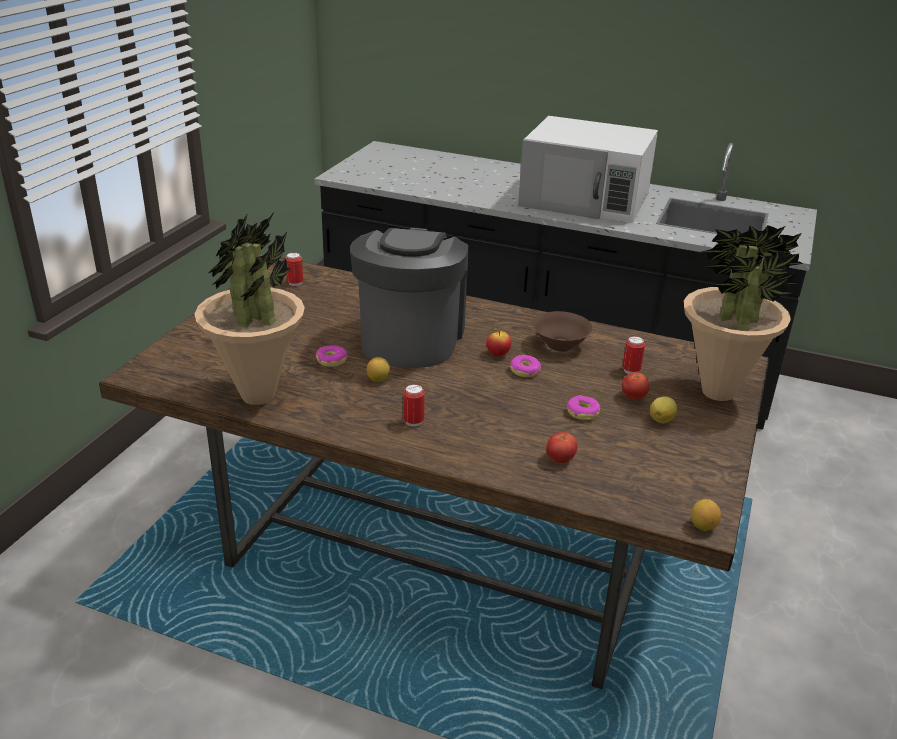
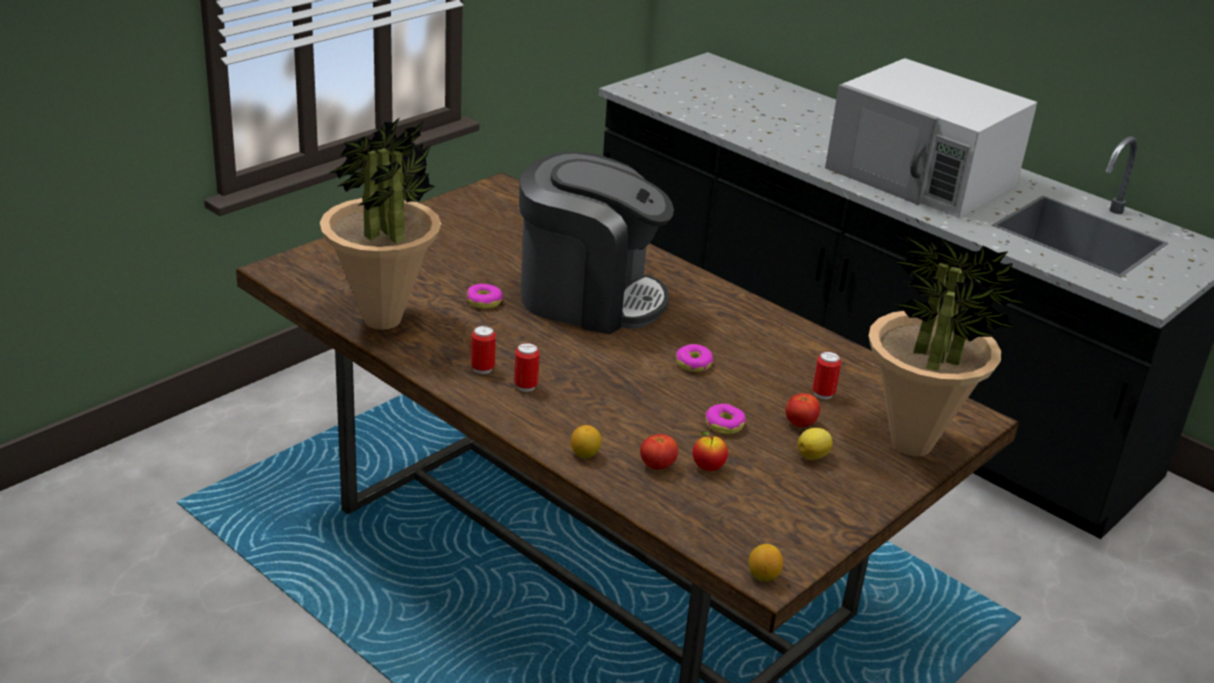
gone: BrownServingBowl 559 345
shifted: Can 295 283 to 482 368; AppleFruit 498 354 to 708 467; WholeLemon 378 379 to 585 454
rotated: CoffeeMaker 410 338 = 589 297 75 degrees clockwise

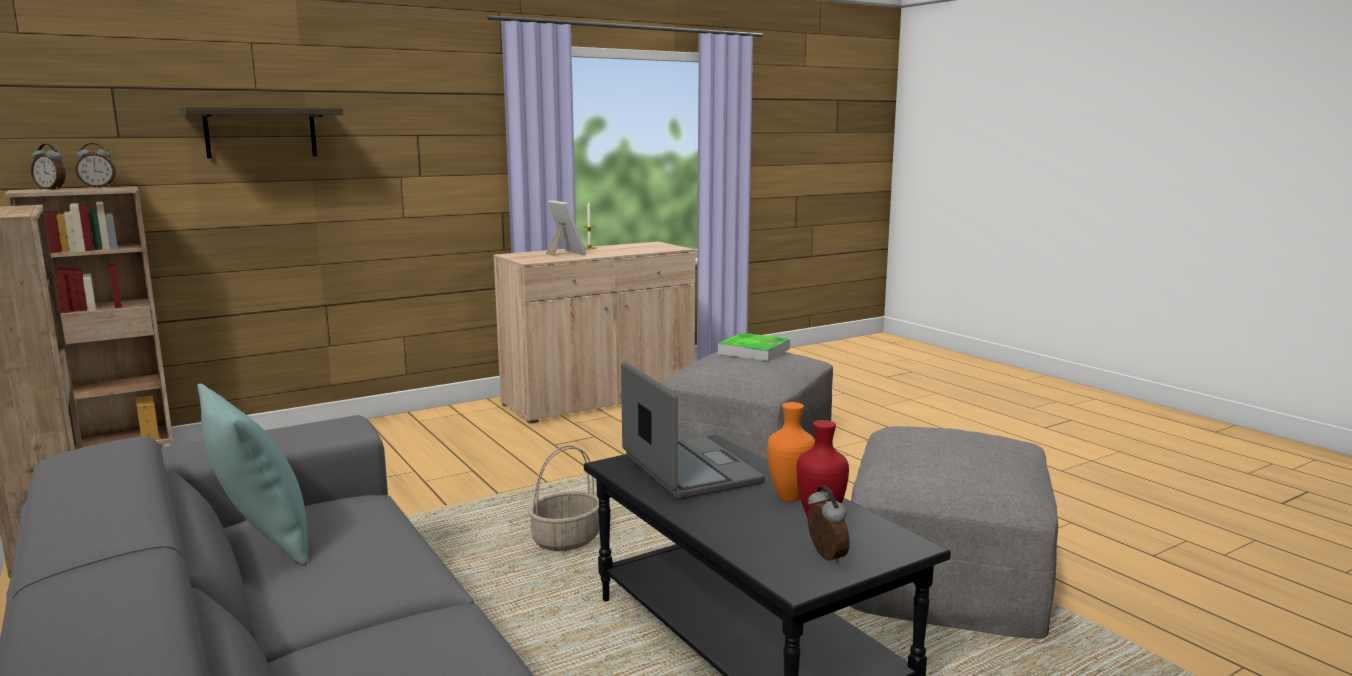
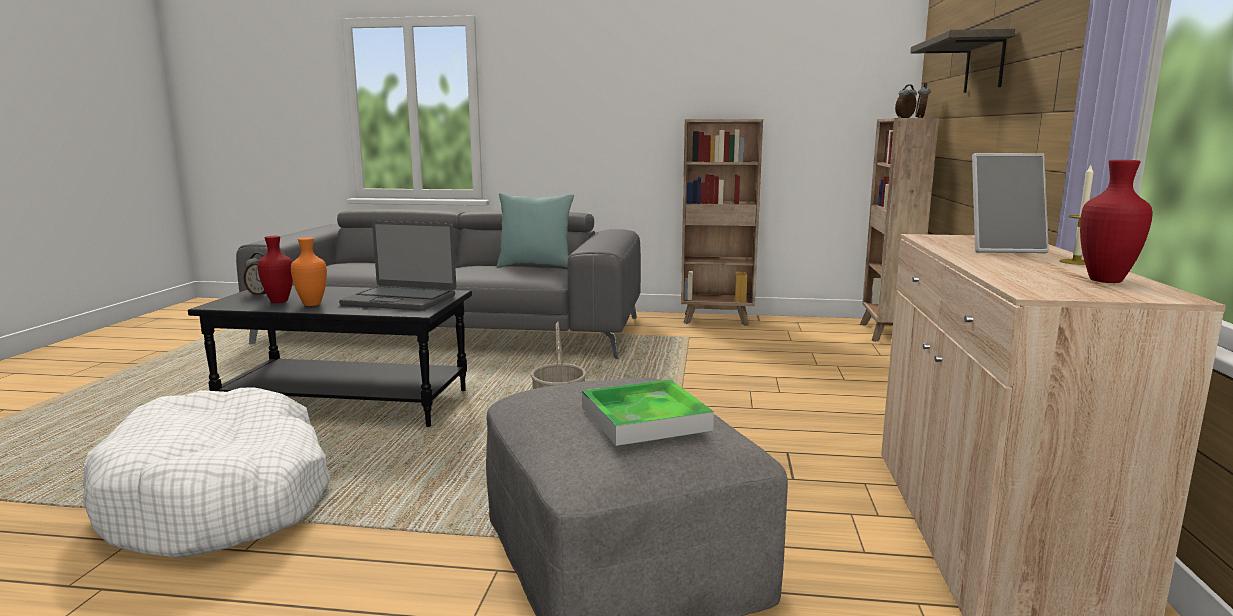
new: RedColouredDecorativeVase 1107 281
swapped: GreyOttoman 946 570 to WhitishDogCushion 220 499

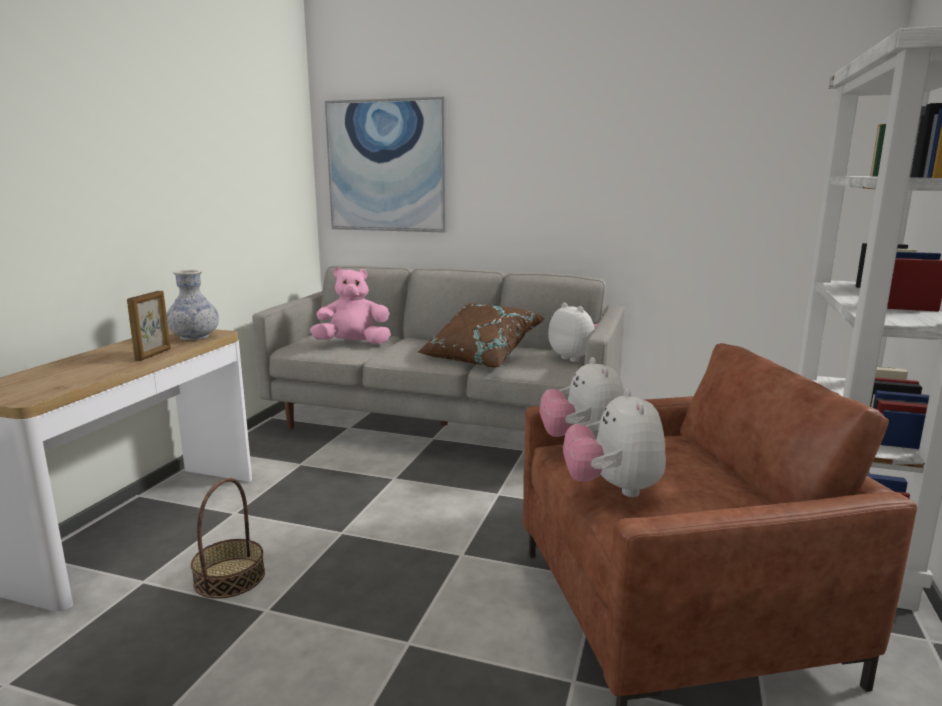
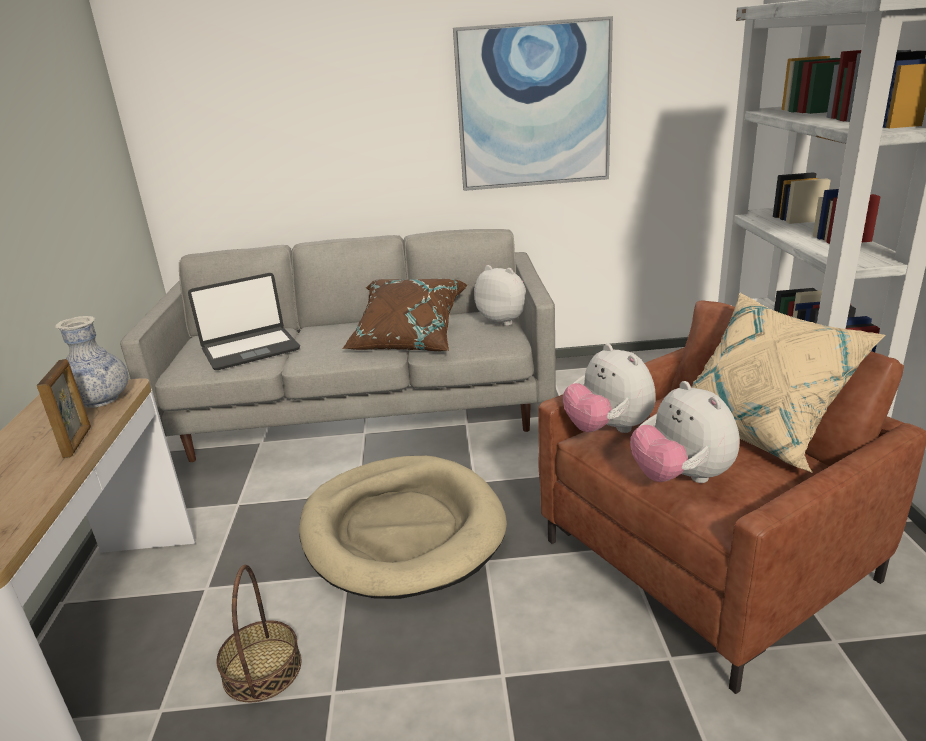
new: BeigeThrowPillow 760 431; BeigeDogCushion 402 530
shifted: WallArt 387 166 to 534 106
swapped: PinkSoftToy 353 344 to Laptop 250 350

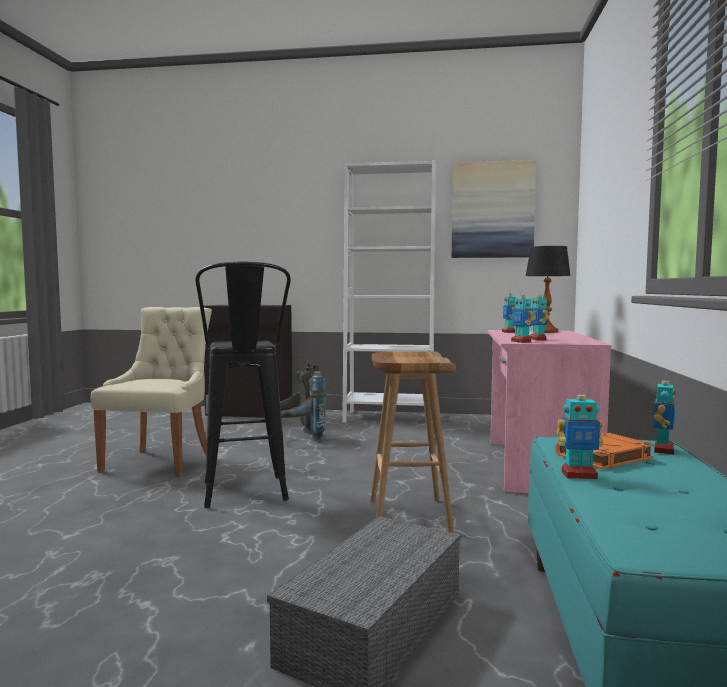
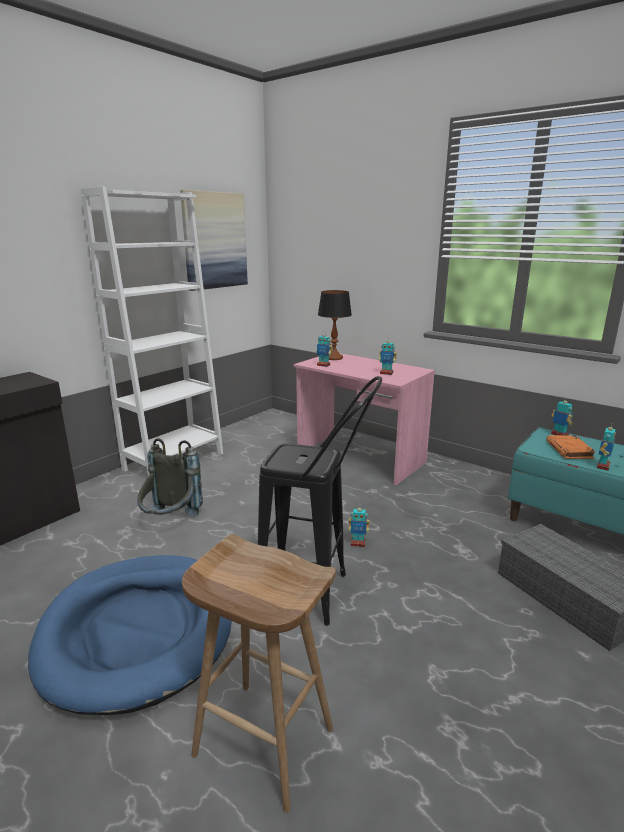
shifted: RobotFigure 521 341 to 358 543; BrownStoolSeat 408 515 to 261 742
swapped: BeigeUprightChair 160 461 to BlueDogCushion 138 631

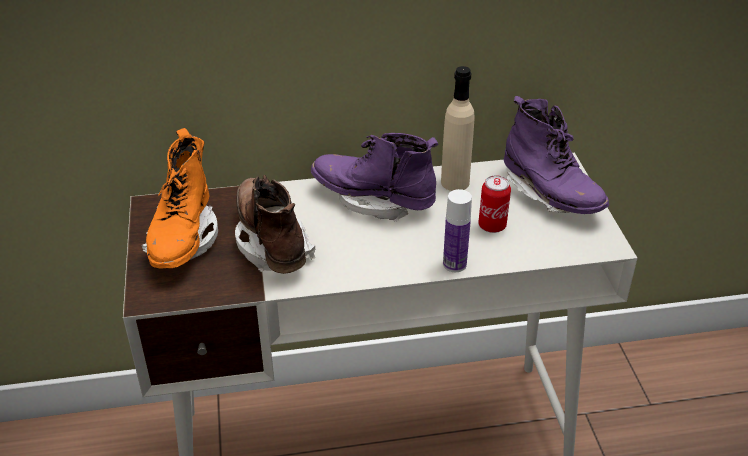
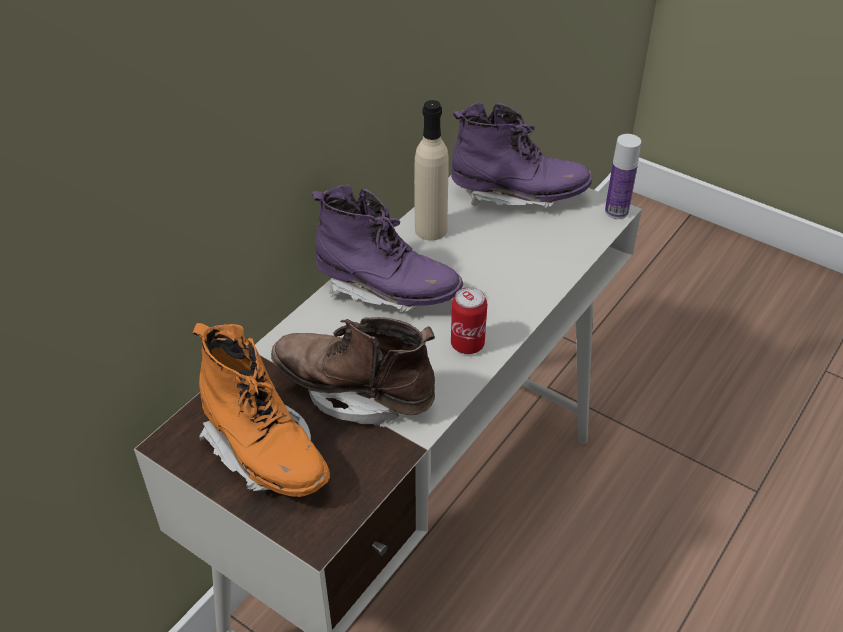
shifted: Can 492 226 to 467 344; Bottle 454 264 to 616 211
rotated: PurplishHighTopBoot 374 200 = 387 290 135 degrees counterclockwise

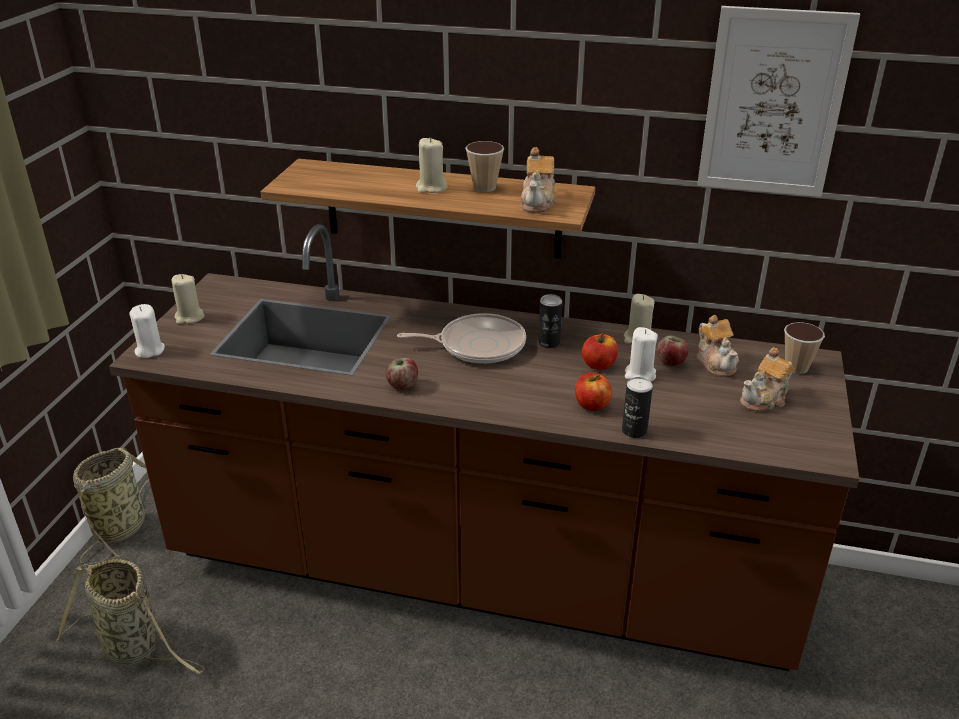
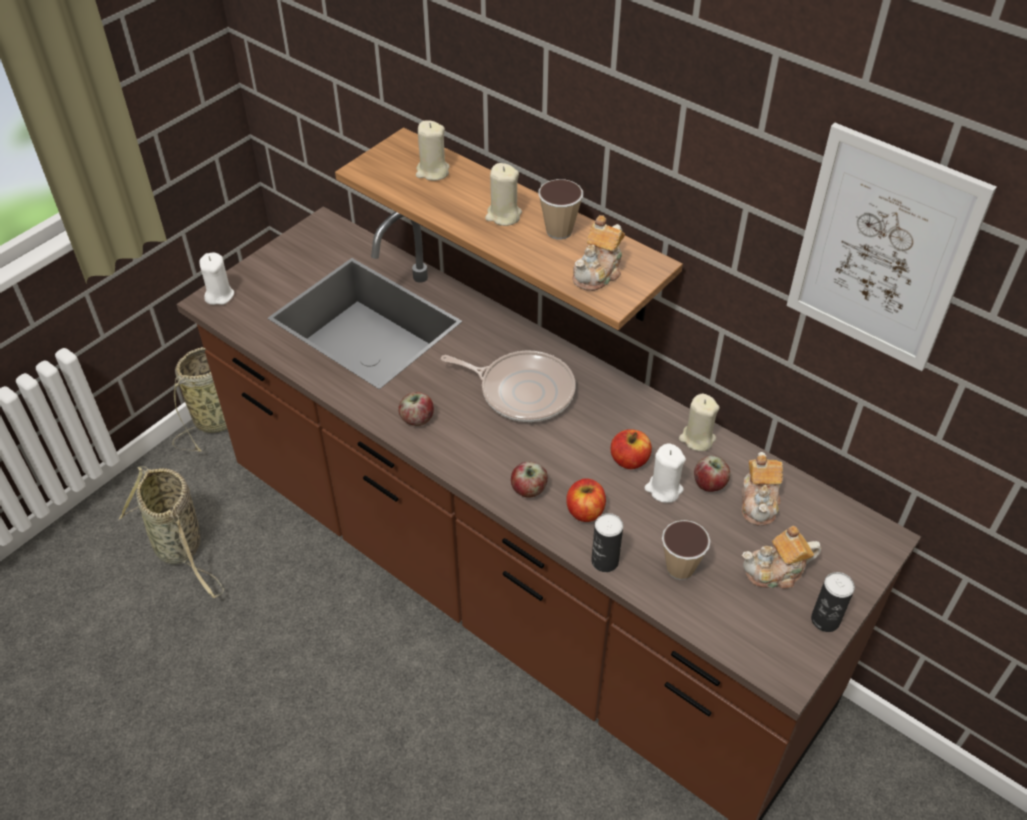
new: AppleFruit 528 490
shifted: BeigeWaxCandle 189 317 to 432 172; Can 549 343 to 825 620; SmallCup 796 367 to 680 568

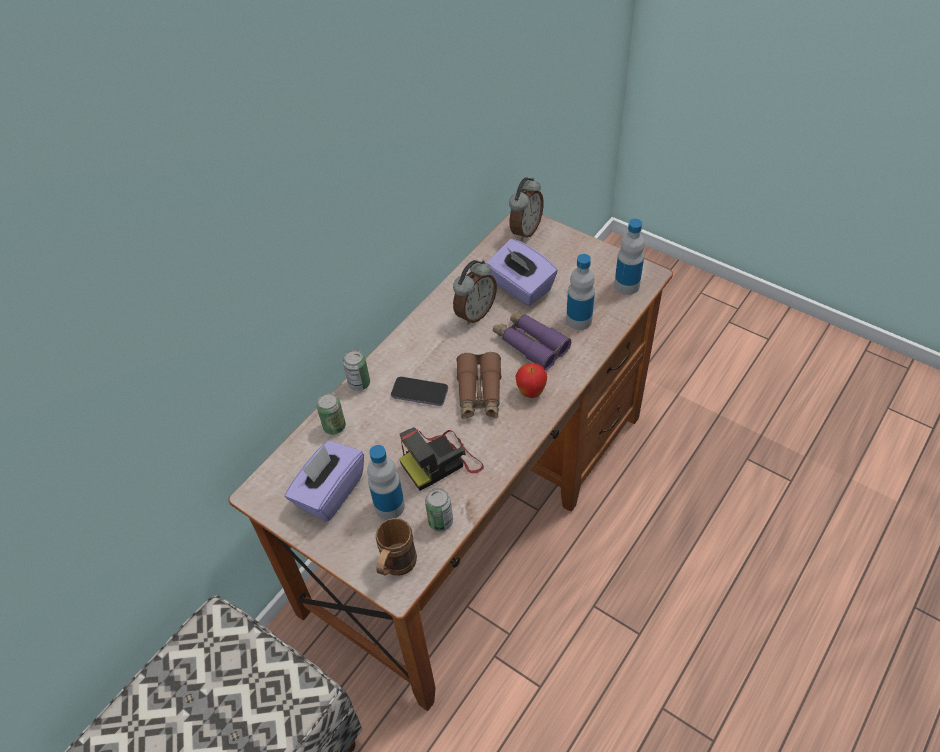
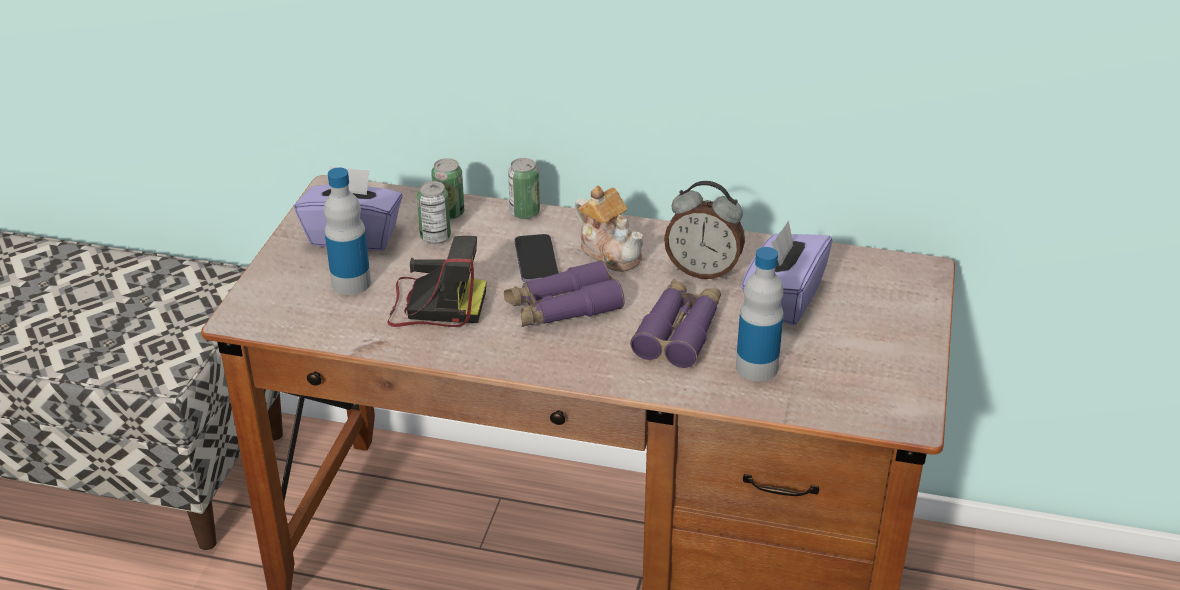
gone: AlarmClock 525 230; Bottle 626 285; AppleFruit 531 392; BrownMug 395 568
new: PotForTea 610 252
shifted: Can 440 521 to 435 237
repainted: BrownBinoculars 479 393 to PurplishBinoculars 563 308
rotated: StillCamera 441 462 = 434 305 150 degrees clockwise

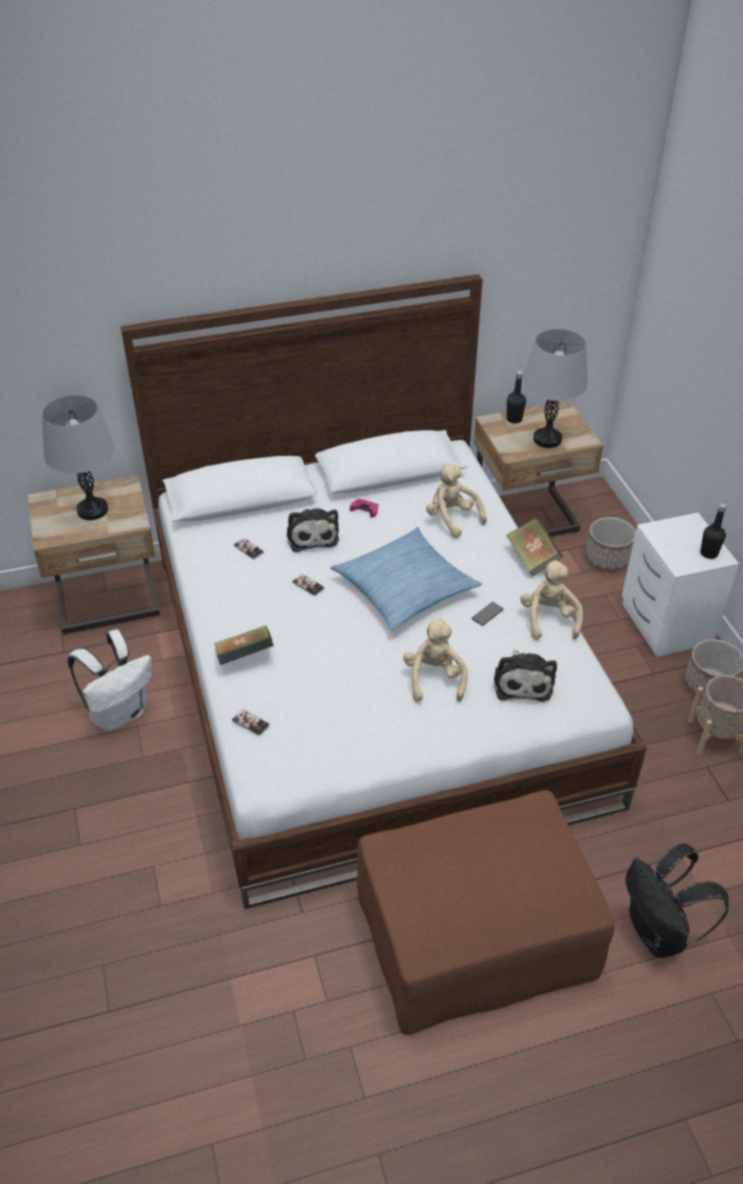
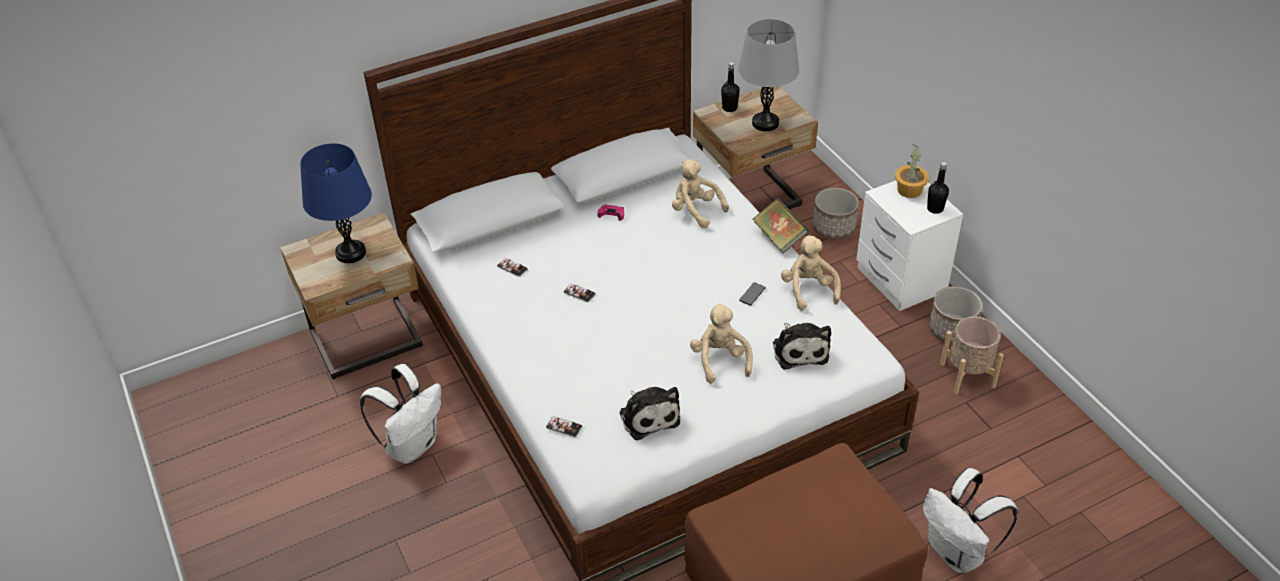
gone: ThrowPillow 404 588; BoundBook 245 657
new: Houseplant 909 190
shifted: SoftToy 312 535 to 648 415
repainted: GreyTabletopLamp 92 510 to BlueTabletopLamp 350 253; BlackishKnapsack 660 933 to WhitishKnapsack 958 553

